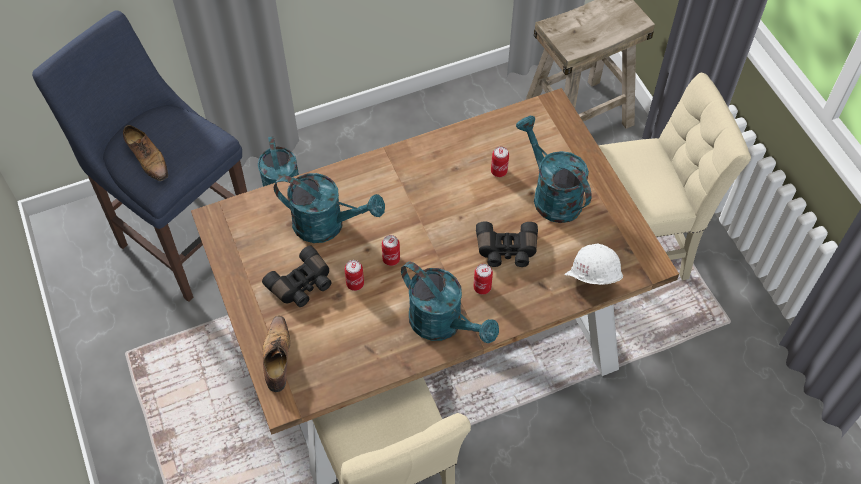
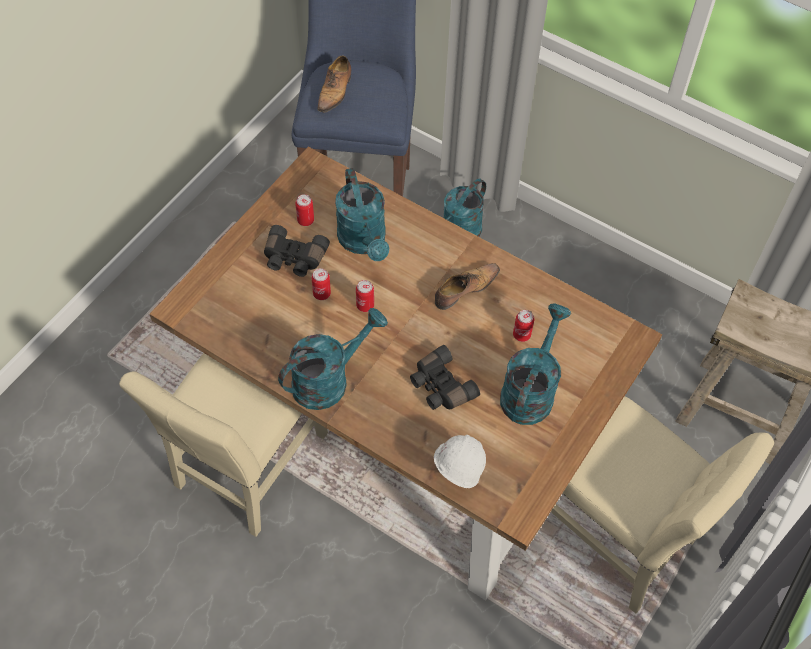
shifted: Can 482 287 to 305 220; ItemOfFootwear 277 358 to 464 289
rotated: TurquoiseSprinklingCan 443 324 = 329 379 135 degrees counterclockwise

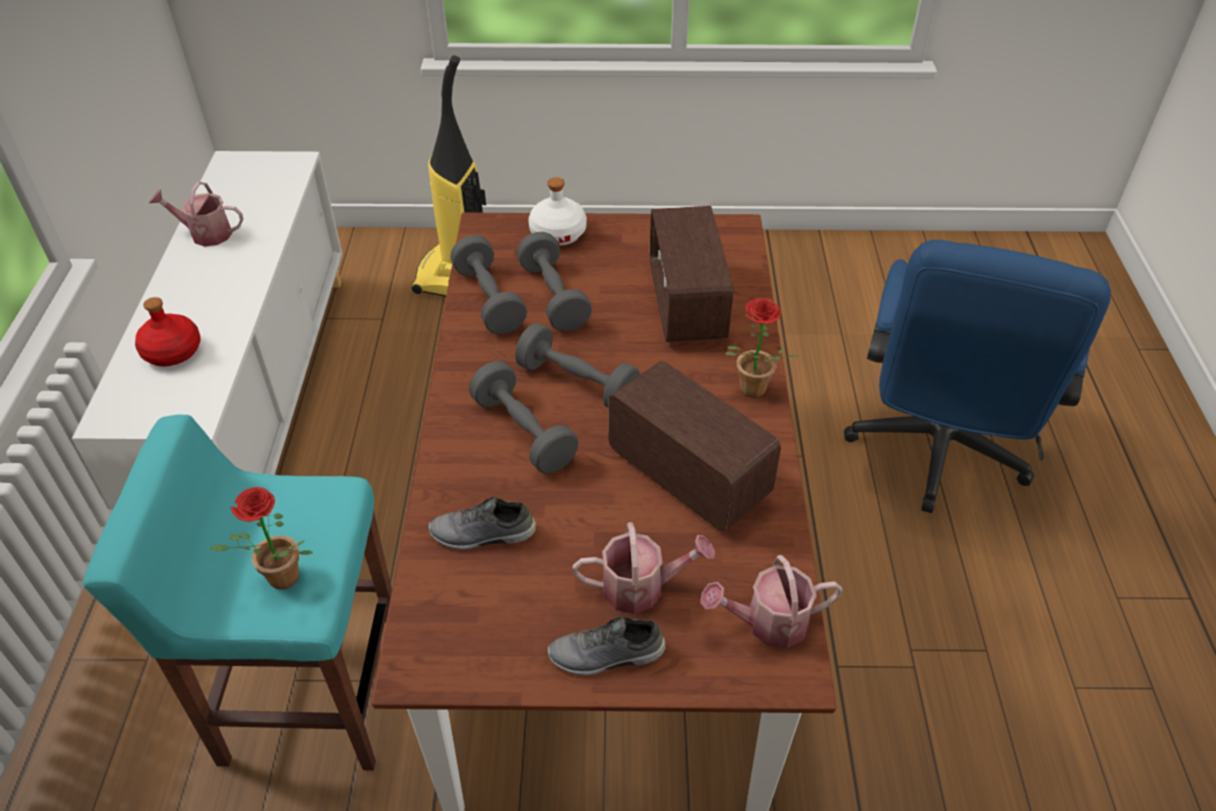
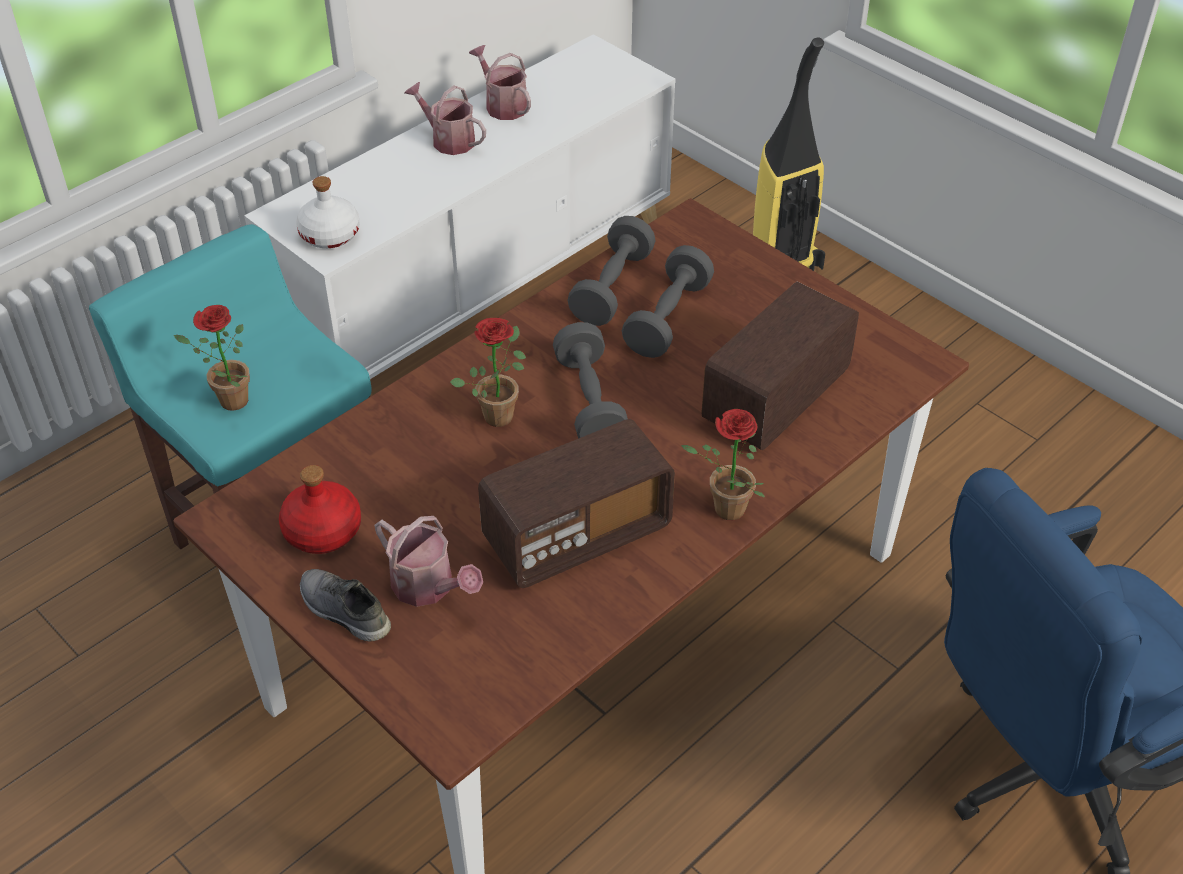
gone: GreyItemOfFootwear 482 535
shifted: WhitishBottle 558 233 to 330 234; RedColouredBottle 172 351 to 323 530; SprinklingCan 767 623 to 448 140
swapped: GreyFreeWeight 524 432 to Houseplant 499 411
rotated: RadioReceiver 687 474 = 577 535 60 degrees clockwise

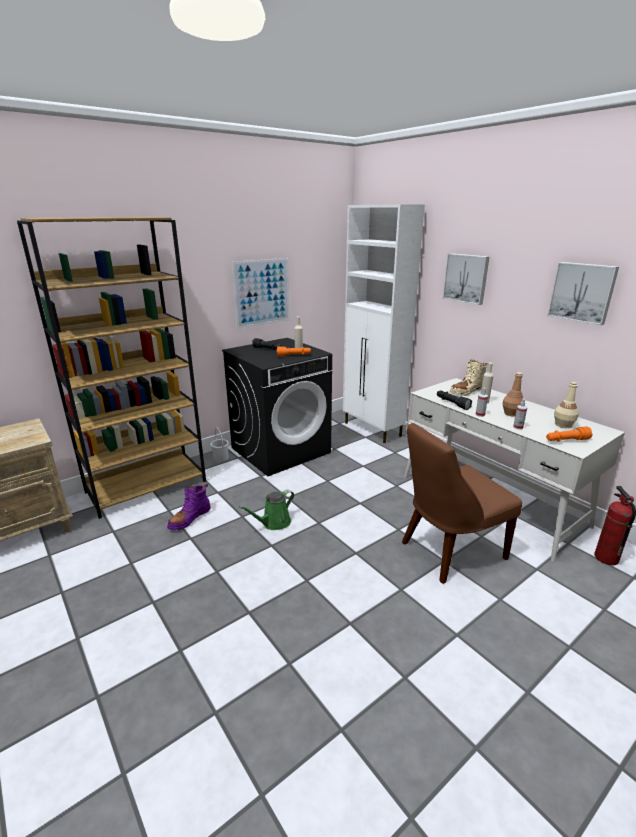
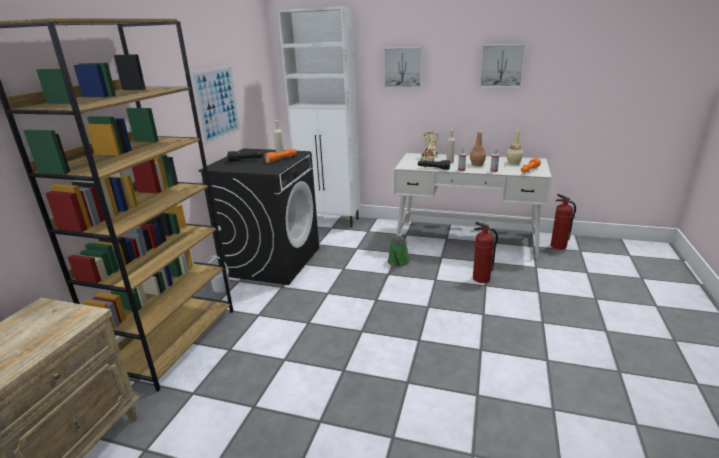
gone: PurplishHighTopBoot 189 519
shifted: GreenColouredSprinklingCan 274 523 to 398 262
swapped: BrownUprightChair 448 551 to FireFightingCylinder 481 279

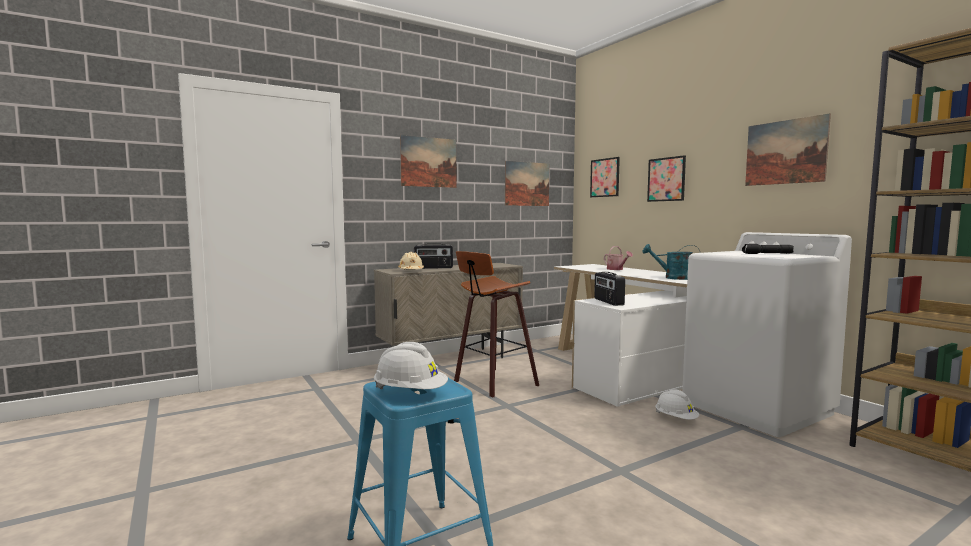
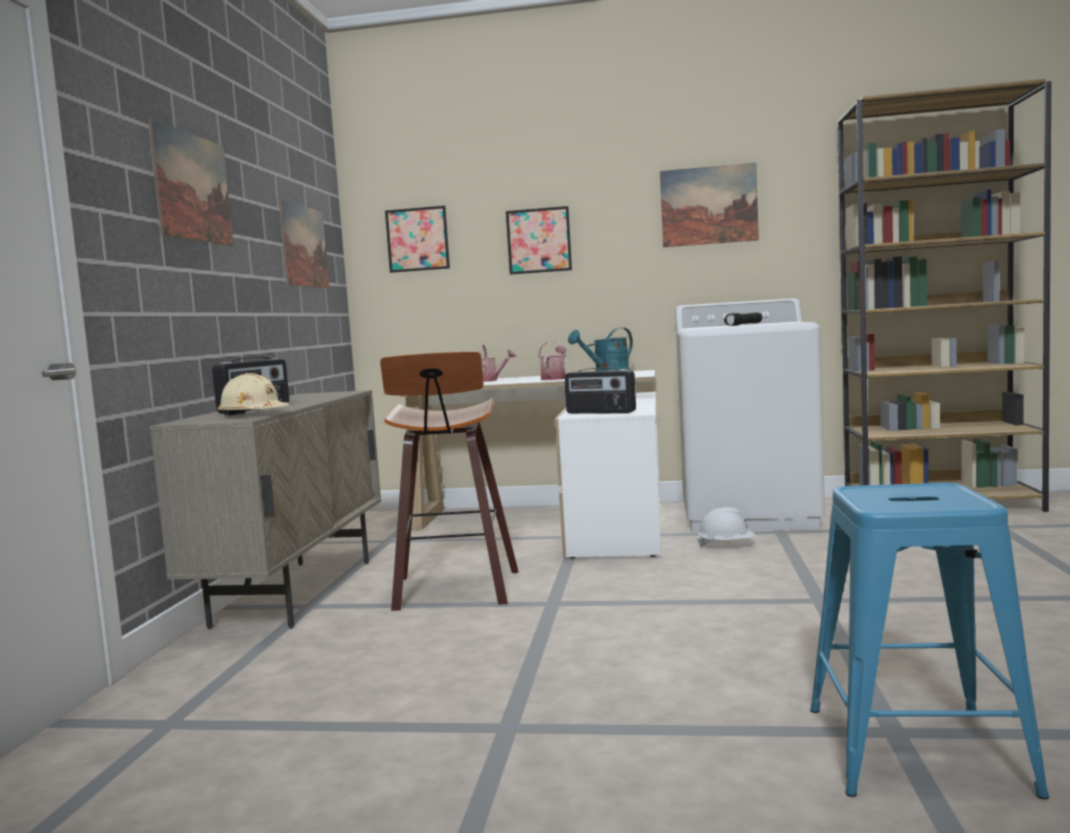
gone: WhitishSafetyHelmet 410 393
new: SprinklingCan 554 378

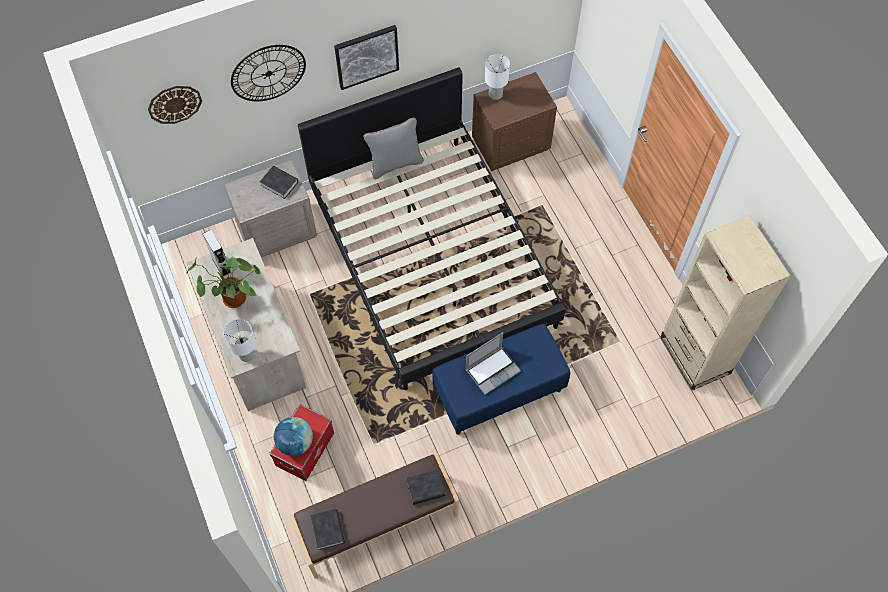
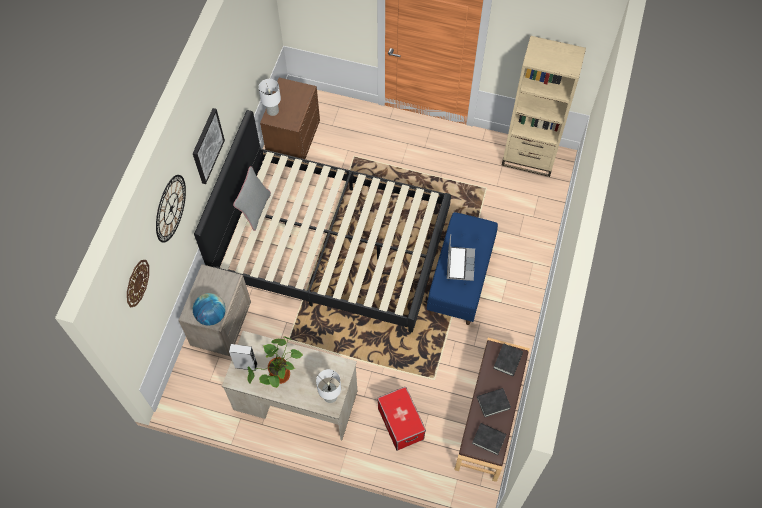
shifted: BlackishBoundBook 279 183 to 493 403; DeskGlobe 295 442 to 211 315

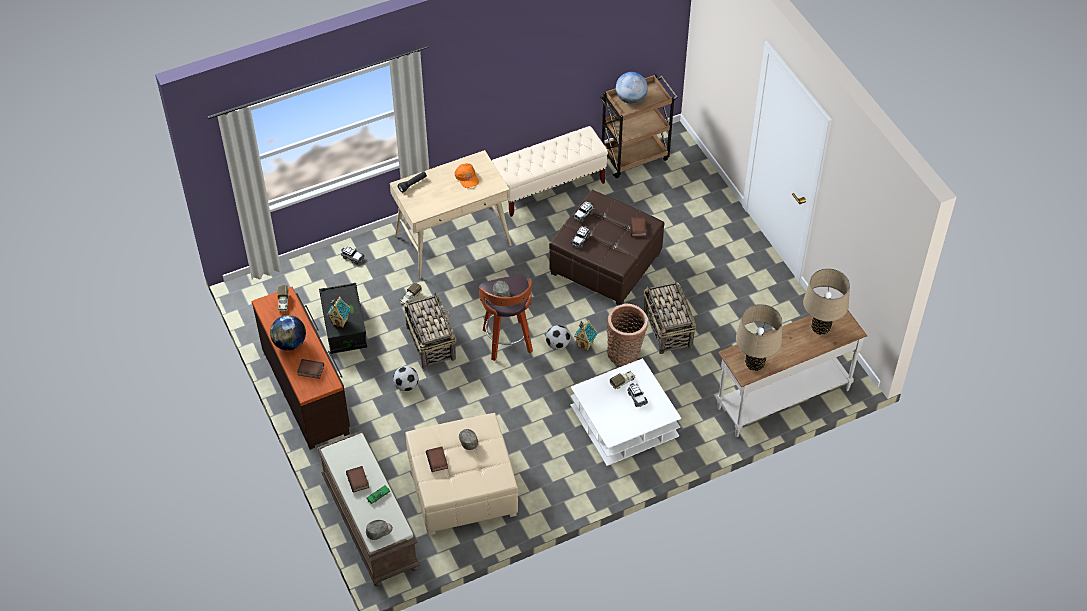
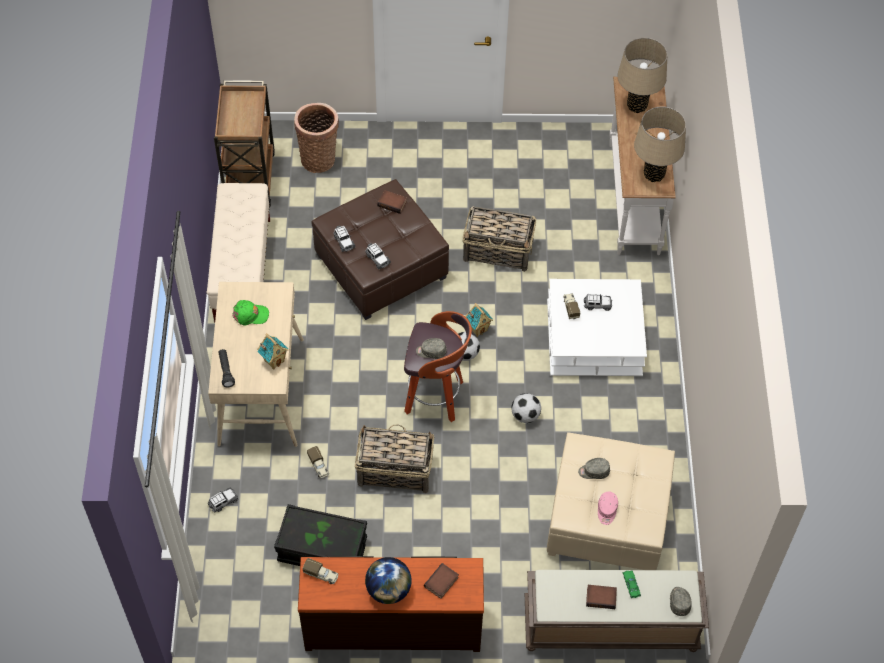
gone: DeskGlobe 631 99
shifted: ToyHouse 340 321 to 274 361; HouseholdBasket 625 353 to 319 158; Football 406 386 to 525 415
swapped: BoundBook 438 461 to PinkCap 606 510
repainted: OrangeColouredCap 467 177 to GreenColouredCap 250 315

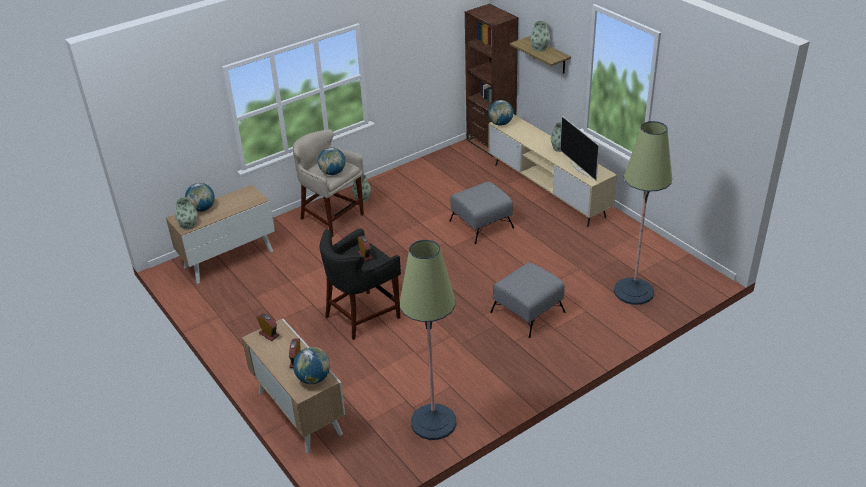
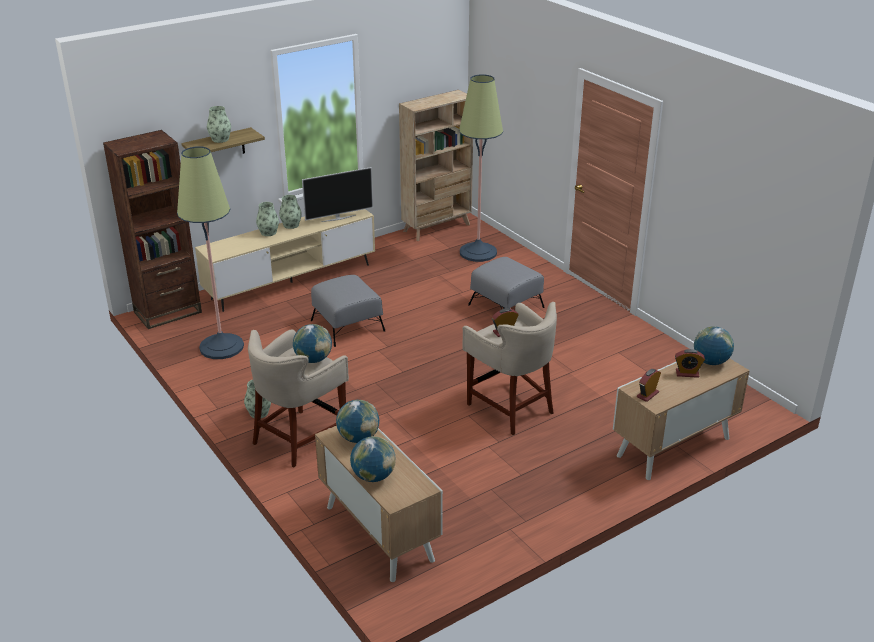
new: BeigeShelvingUnit 437 228
shifted: DeskGlobe 500 124 to 358 438; DecorativeVase 189 225 to 268 232; FloorLamp 433 422 to 221 347
repainted: BlackishStoolSeat 363 316 to BeigeStoolSeat 510 407

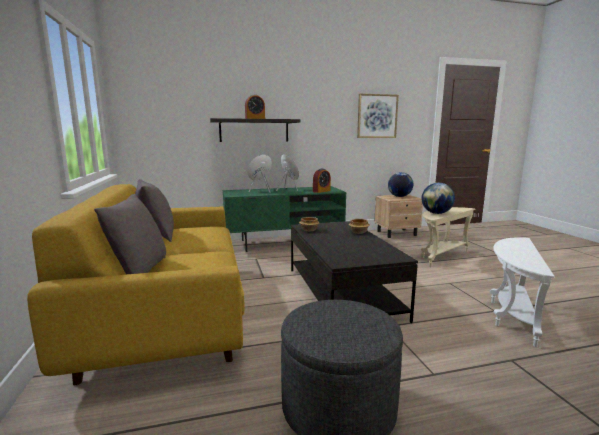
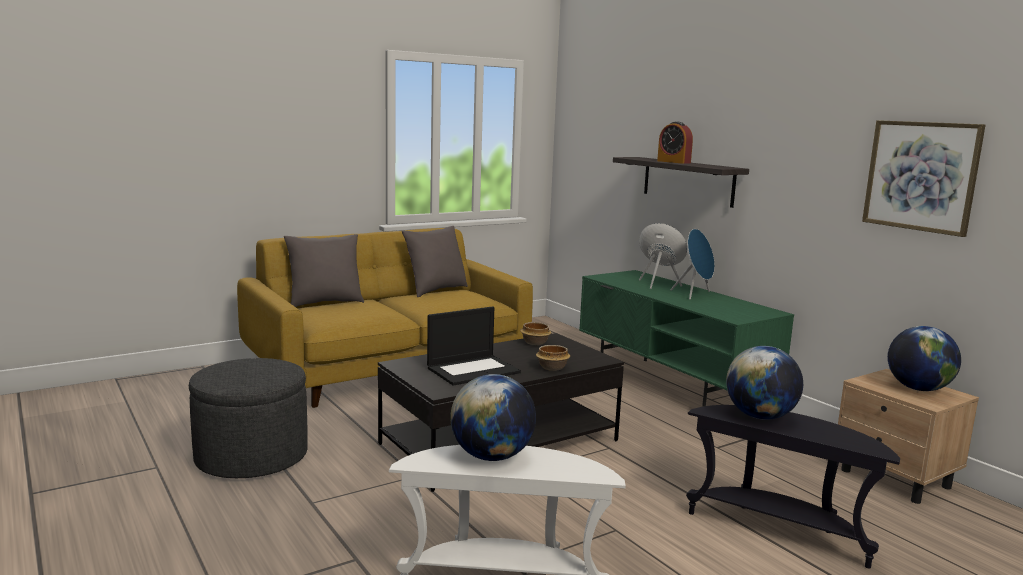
gone: AlarmClock 321 191
new: Laptop 473 370; DeskGlobe 492 456
repainted: BeigeSideTable 441 256 to BlackishSideTable 779 529

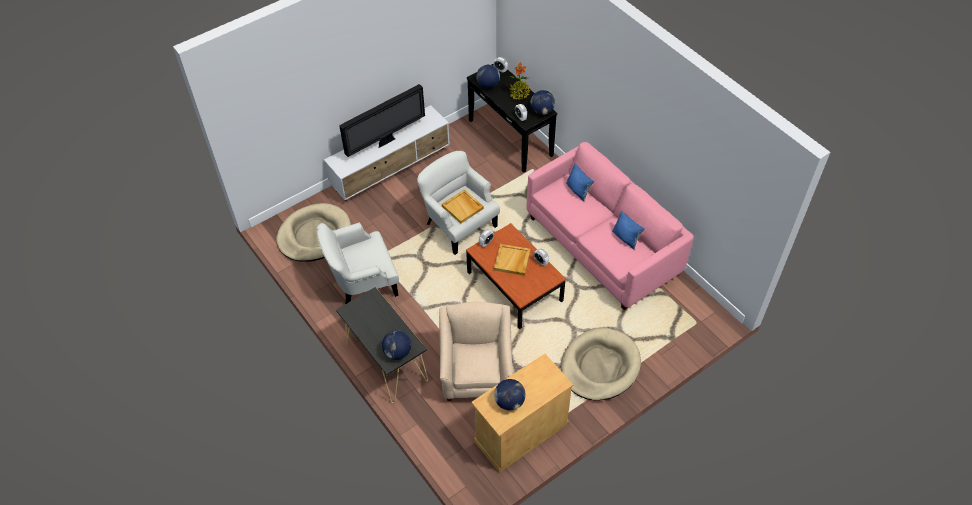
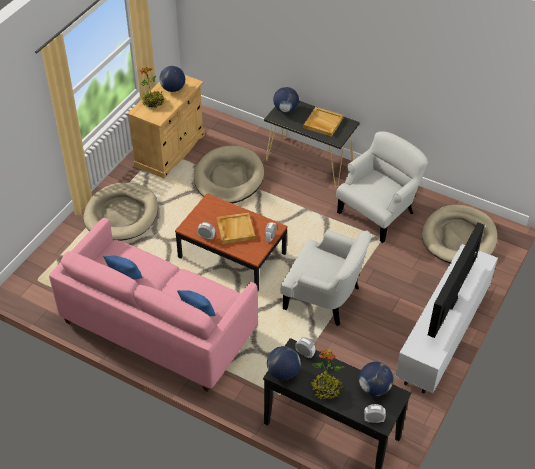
new: Houseplant 153 103
shifted: BeigeTray 463 207 to 322 123
swapped: BeigeArmchair 476 372 to BeigeDogCushion 229 178

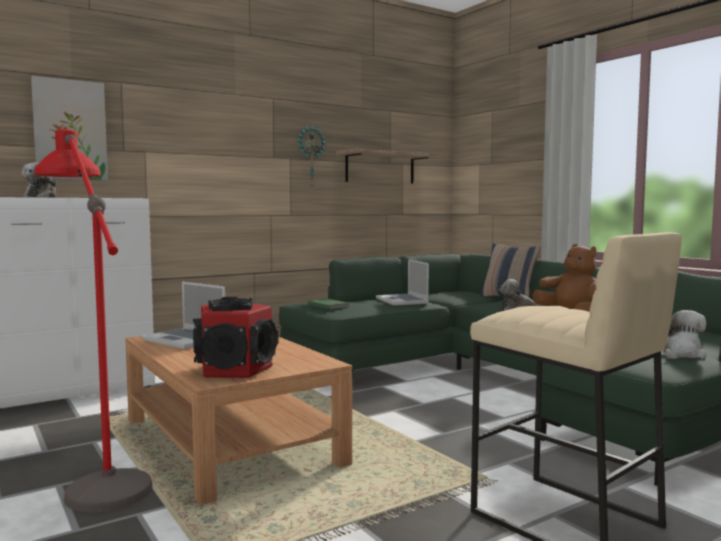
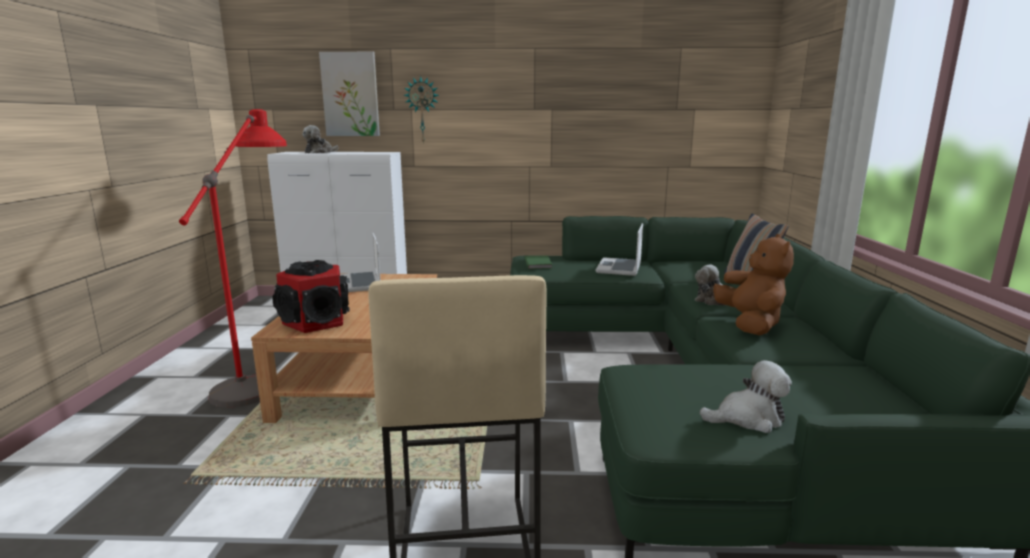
gone: BracketShelf 380 168
shifted: HangingClock 310 156 to 422 110

